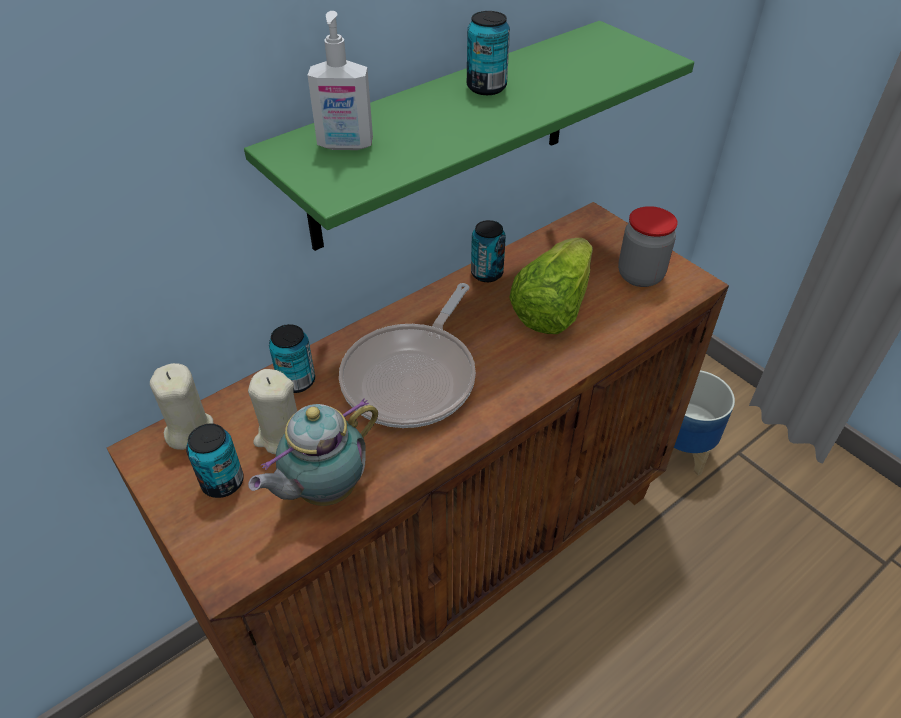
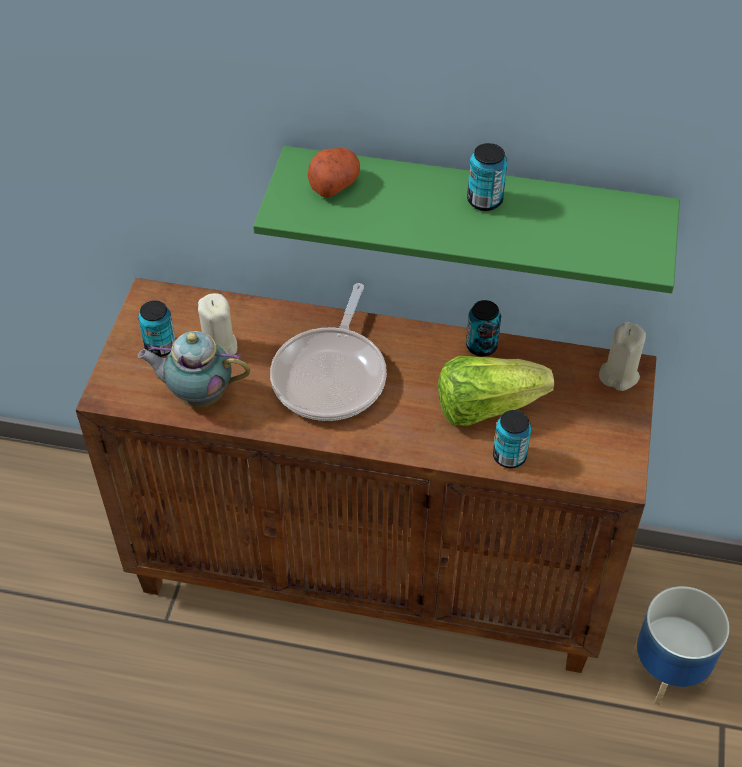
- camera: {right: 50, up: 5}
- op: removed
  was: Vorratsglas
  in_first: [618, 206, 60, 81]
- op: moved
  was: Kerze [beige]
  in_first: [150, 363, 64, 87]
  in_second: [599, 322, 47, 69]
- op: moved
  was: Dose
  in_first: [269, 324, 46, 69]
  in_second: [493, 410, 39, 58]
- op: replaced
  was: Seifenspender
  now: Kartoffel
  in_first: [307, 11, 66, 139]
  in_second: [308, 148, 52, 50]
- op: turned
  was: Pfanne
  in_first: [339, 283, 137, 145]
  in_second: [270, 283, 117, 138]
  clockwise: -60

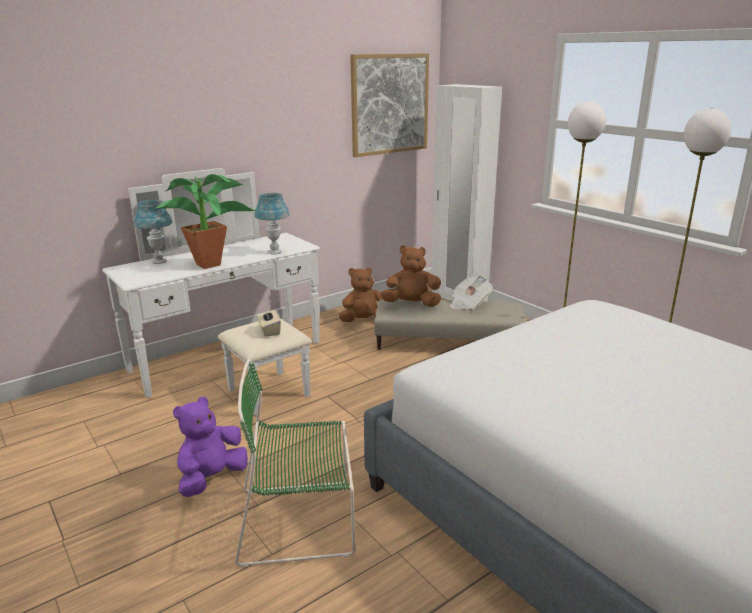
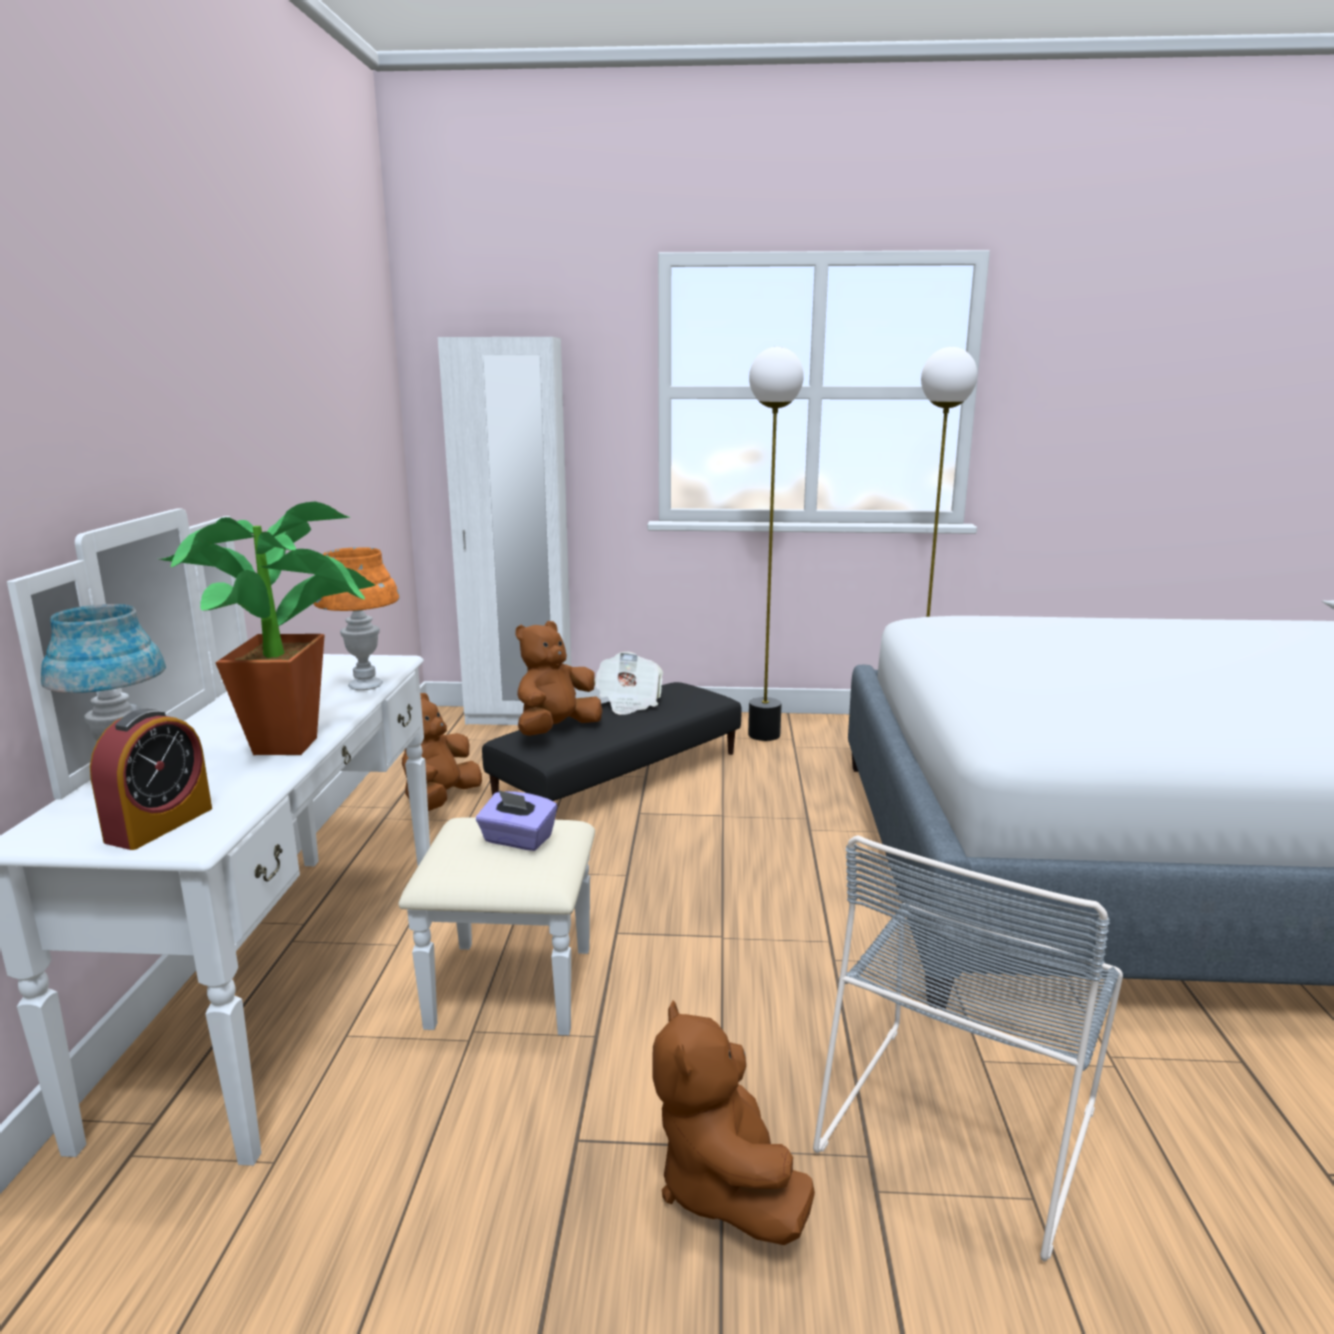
- camera: {right: -50, up: -5}
- op: removed
  was: Bild
  in_first: [350, 53, 79, 104]
- op: added
  now: Wecker
  in_second: [90, 709, 122, 141]
- op: recoloured
  was: Plüschtier [lila]
  now: Plüschtier [braun]
  in_first: [173, 397, 75, 100]
  in_second: [652, 1001, 163, 244]
- op: recoloured
  was: Stuhl [grün]
  now: Stuhl [grau]
  in_first: [235, 359, 120, 208]
  in_second: [813, 835, 310, 427]
- op: recoloured
  was: Tischlampe [blau]
  now: Tischlampe [orange]
  in_first: [254, 193, 36, 61]
  in_second: [313, 547, 87, 143]
- op: recoloured
  was: Taschentuchbox [beige]
  now: Taschentuchbox [lila]
  in_first: [257, 308, 24, 29]
  in_second: [476, 790, 81, 61]
- op: recoloured
  was: Polsterhocker [beige]
  now: Polsterhocker [schwarz]
  in_first: [374, 299, 153, 51]
  in_second: [482, 682, 260, 119]

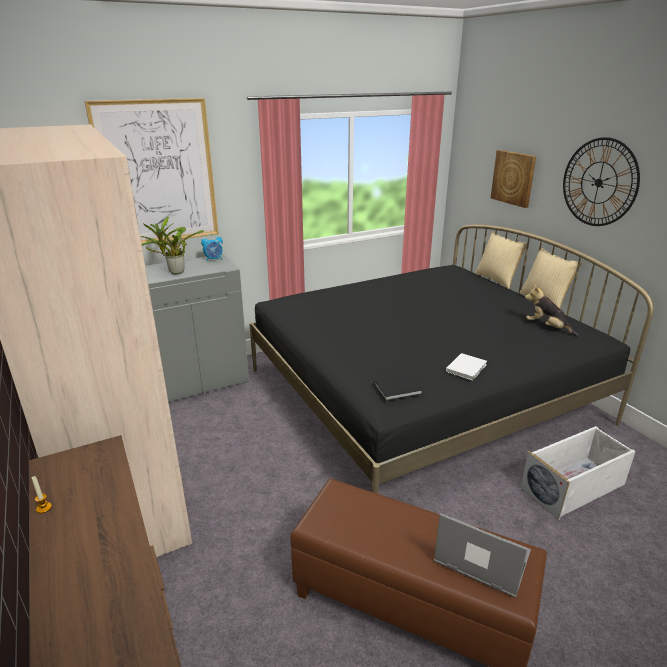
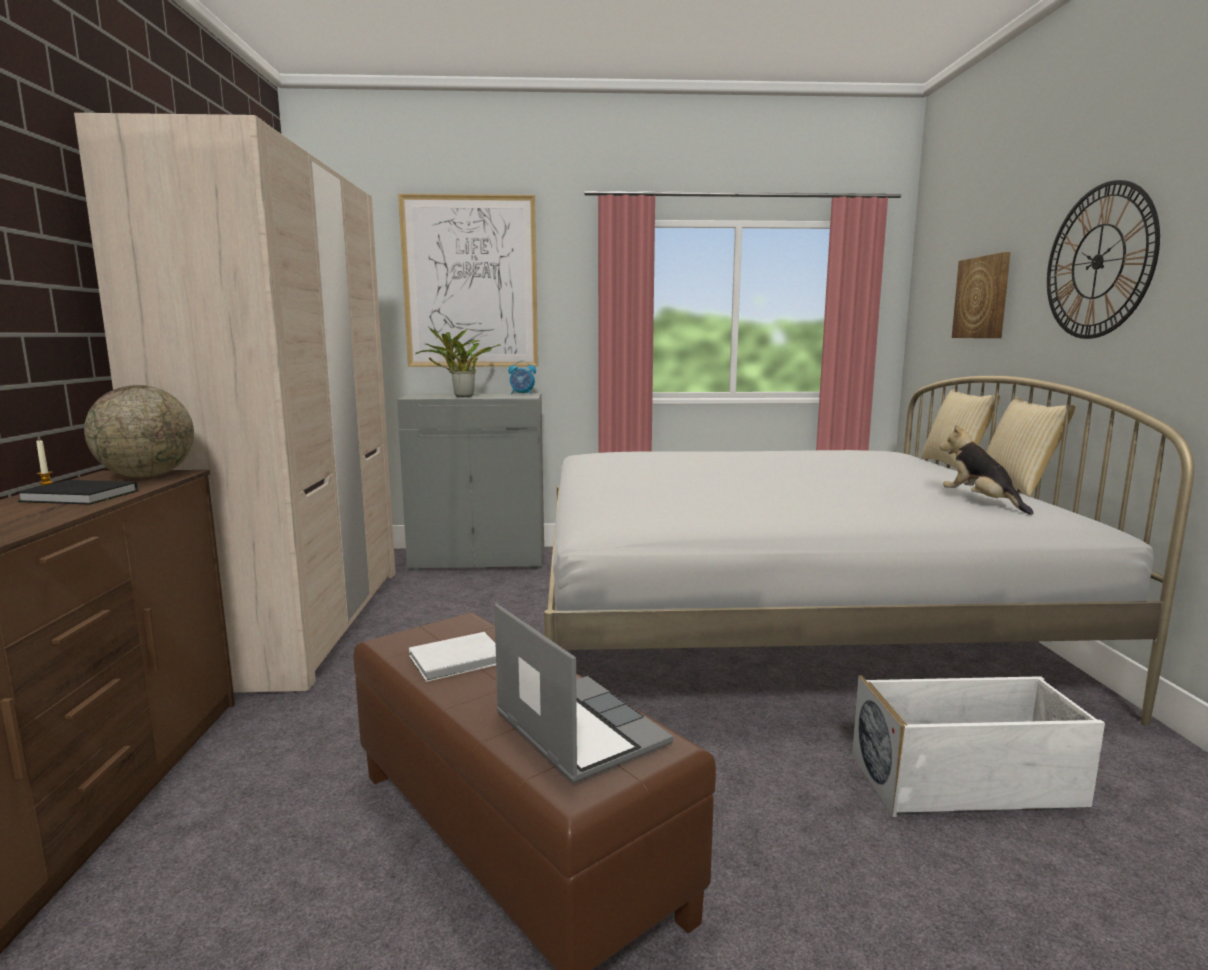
- camera: {right: 25, up: -15}
- op: added
  now: Globus
  in_second: [84, 385, 110, 93]
- op: moved
  was: Buch [schwarz]
  in_first: [374, 375, 49, 26]
  in_second: [16, 480, 122, 25]
- op: moved
  was: Buch [weiß]
  in_first: [446, 353, 41, 28]
  in_second: [409, 632, 87, 50]
- op: recoloured
  was: Bett [schwarz]
  now: Bett [weiß]
  in_first: [249, 224, 405, 270]
  in_second: [544, 376, 650, 350]

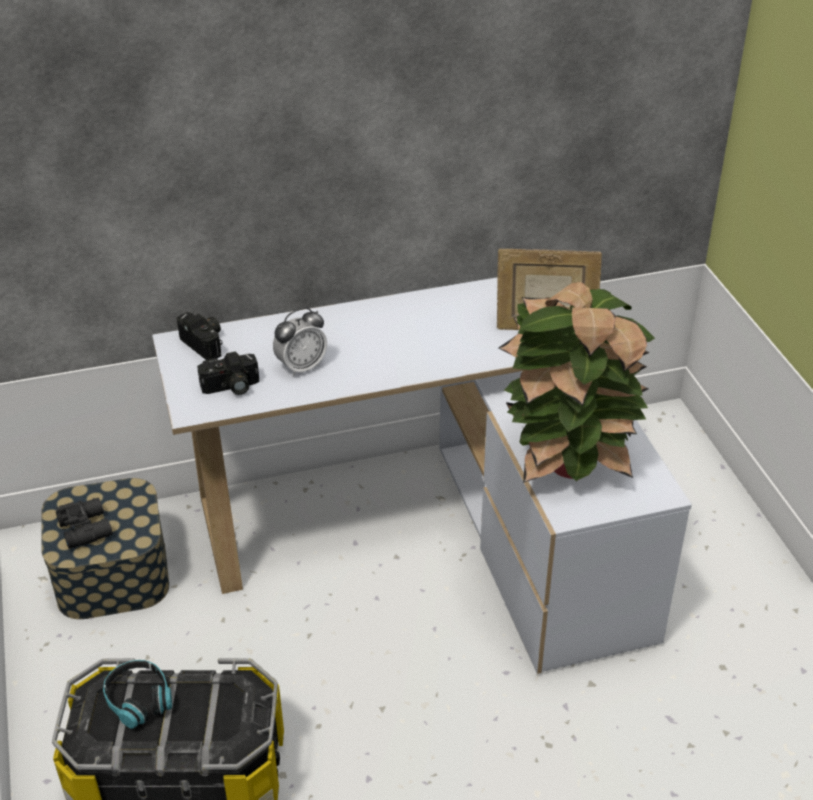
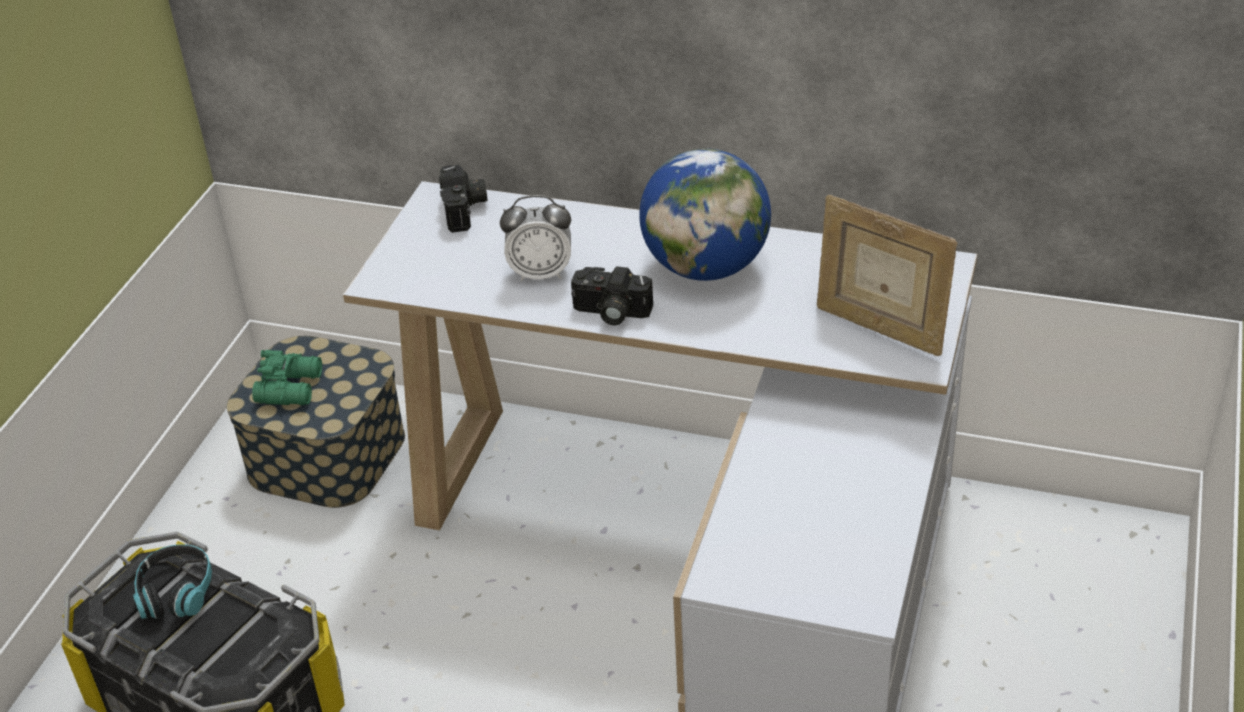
- camera: {right: 35, up: 0}
- op: removed
  was: Topfpflanze
  in_first: [499, 282, 156, 201]
- op: added
  now: Globus
  in_second: [639, 149, 132, 132]
- op: moved
  was: Kamera
  in_first: [197, 352, 62, 43]
  in_second: [571, 266, 82, 59]
- op: recoloured
  was: Fernglas [schwarz]
  now: Fernglas [grün]
  in_first: [56, 498, 57, 51]
  in_second: [252, 350, 70, 55]

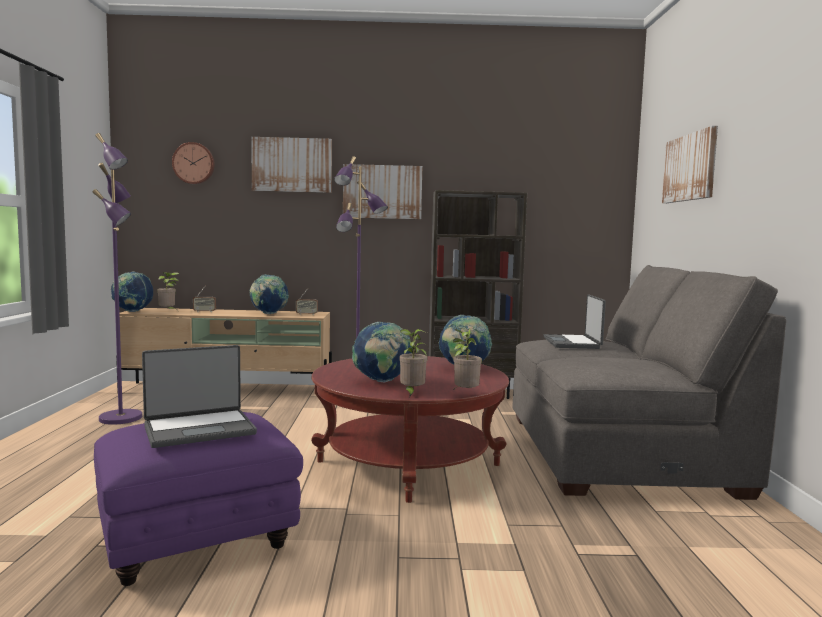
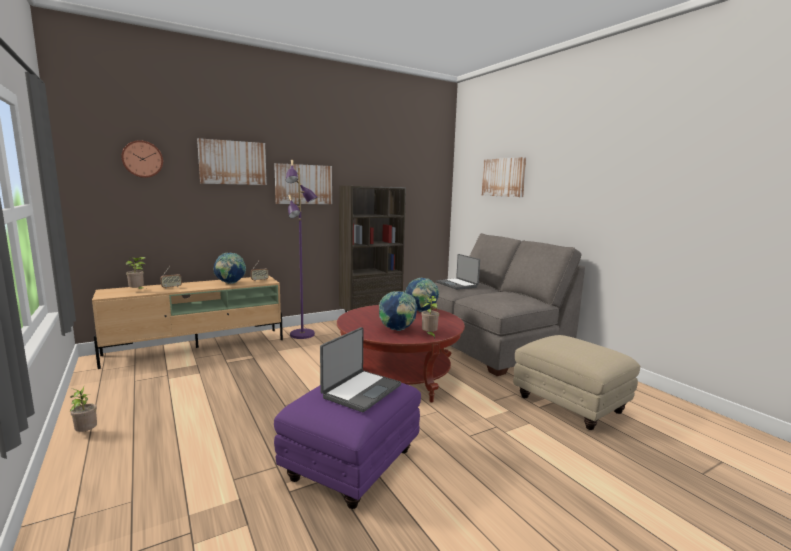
- camera: {right: -30, up: 5}
- op: removed
  was: Stehlampe [lila]
  in_first: [93, 133, 49, 292]
- op: removed
  was: Globus
  in_first: [111, 271, 42, 41]
- op: added
  now: Polsterhocker [beige]
  in_second: [513, 335, 127, 95]
- op: moved
  was: Topfpflanze
  in_first: [453, 329, 29, 62]
  in_second: [70, 387, 27, 45]

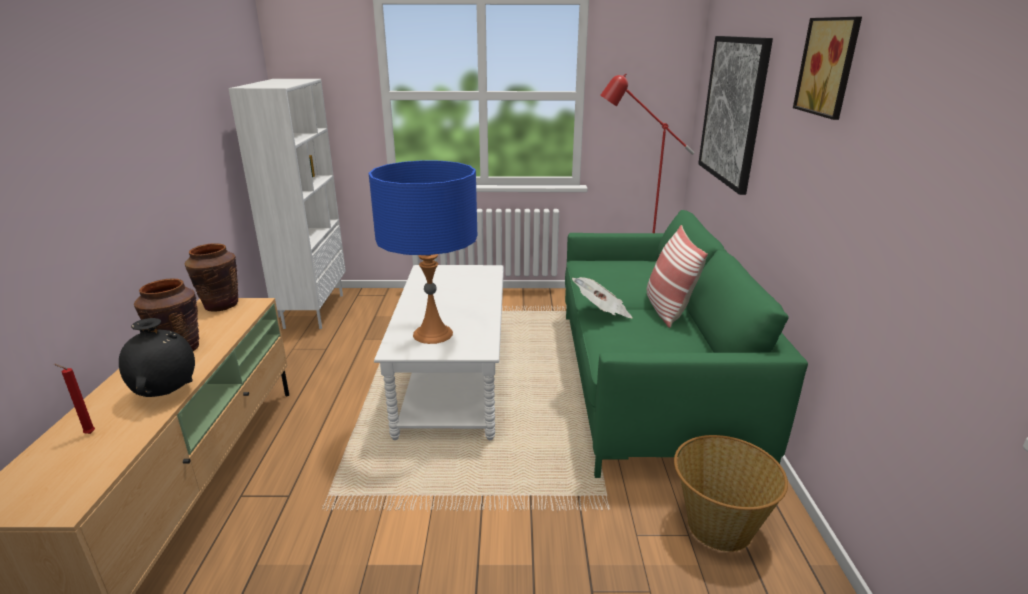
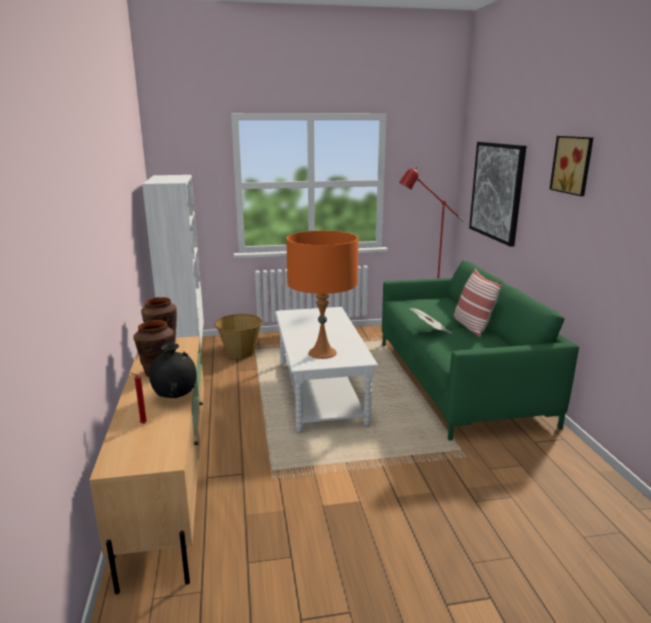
- camera: {right: -10, up: -5}
- op: moved
  was: Korb
  in_first: [674, 435, 114, 117]
  in_second: [215, 314, 47, 45]
- op: recoloured
  was: Tischlampe [blau]
  now: Tischlampe [orange]
  in_first: [369, 160, 108, 184]
  in_second: [286, 231, 73, 128]

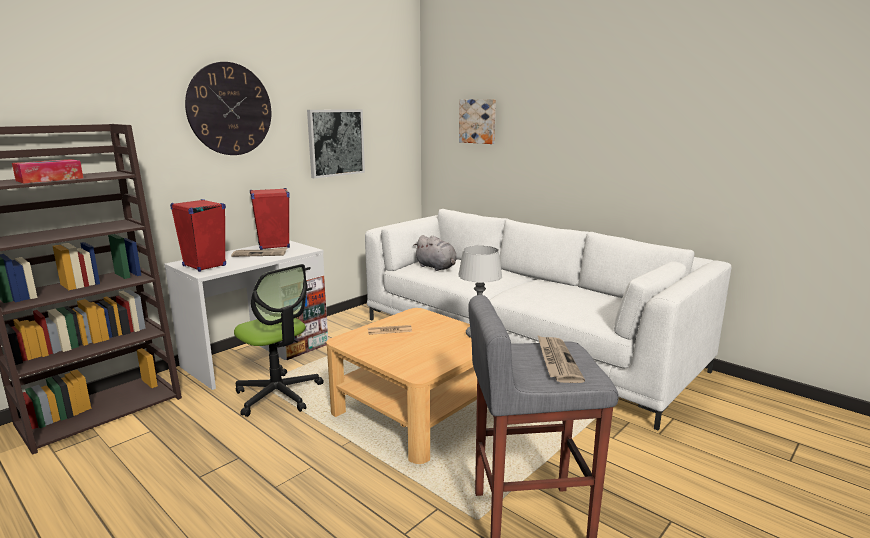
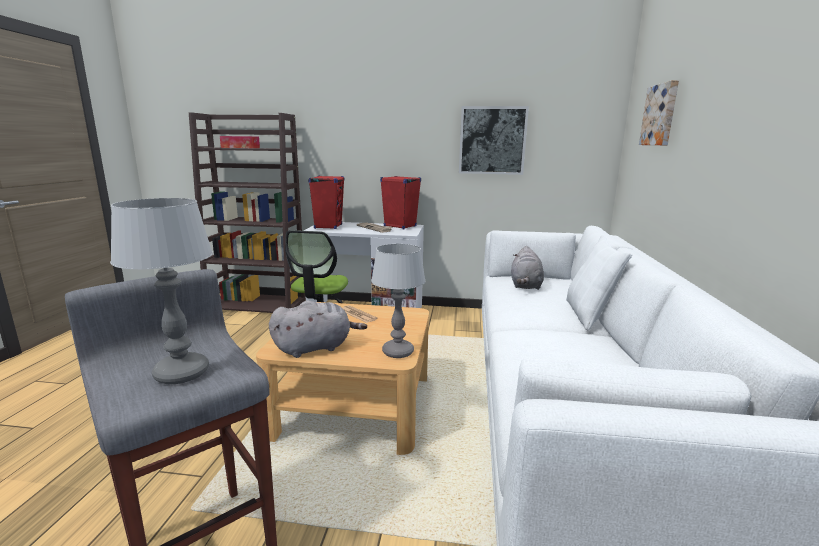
- camera: {right: 55, up: 0}
- op: removed
  was: Wanduhr
  in_first: [185, 62, 86, 93]
- op: added
  now: Plüschtier [grau]
  in_second: [269, 301, 98, 57]
- op: added
  now: Kissen [weiß]
  in_second: [566, 235, 66, 95]
- op: replaced
  was: Zeitung
  now: Tischlampe
  in_first: [538, 336, 47, 47]
  in_second: [110, 198, 103, 186]

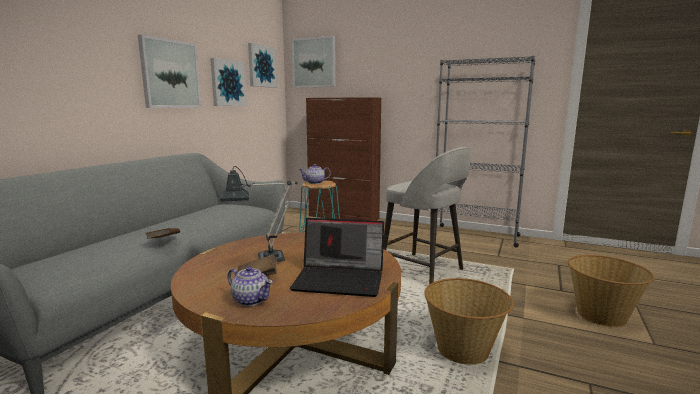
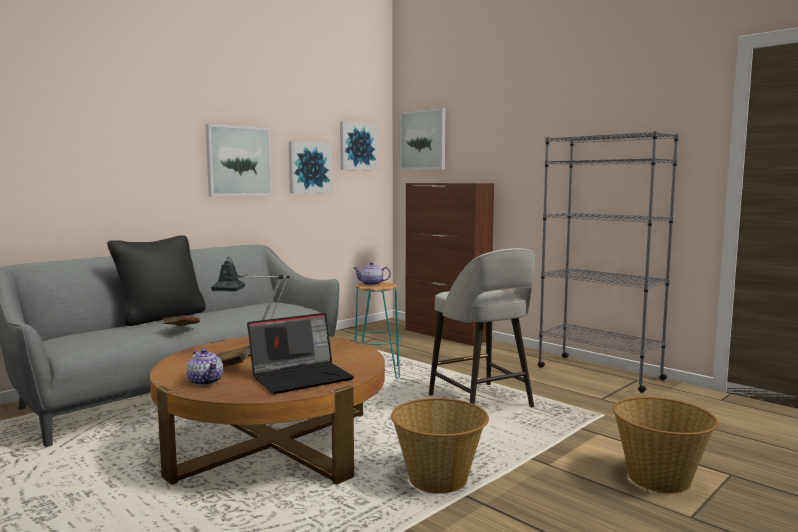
- camera: {right: 20, up: -5}
- op: added
  now: Kissen [schwarz]
  in_second: [107, 235, 99, 91]
- op: turned
  was: Laptop
  in_first: [290, 218, 94, 79]
  in_second: [247, 313, 107, 81]
  clockwise: -60

